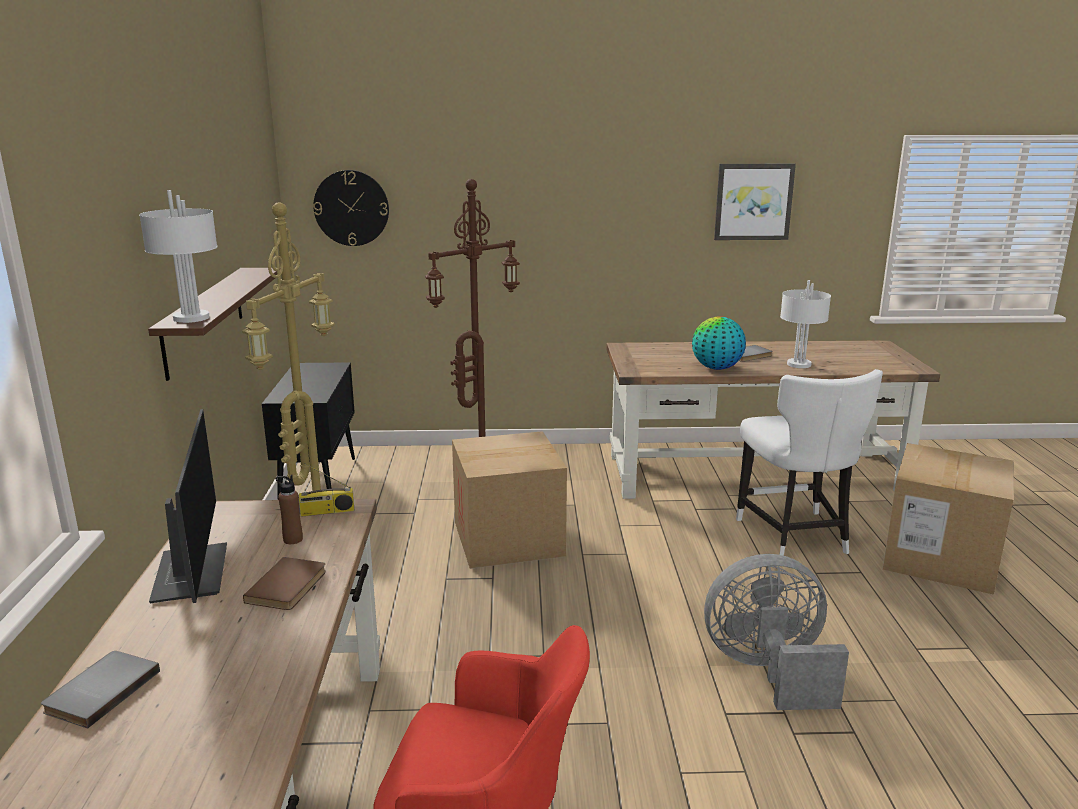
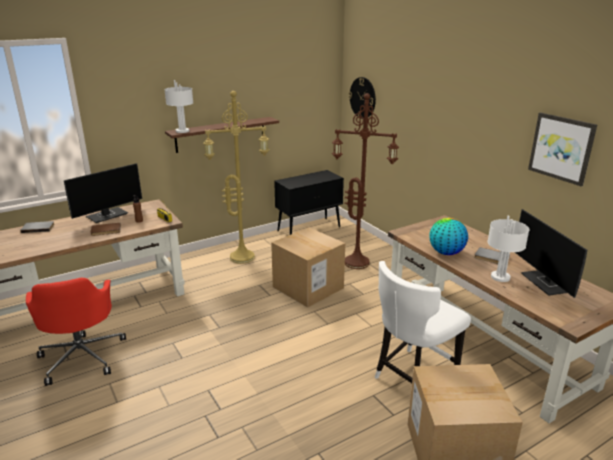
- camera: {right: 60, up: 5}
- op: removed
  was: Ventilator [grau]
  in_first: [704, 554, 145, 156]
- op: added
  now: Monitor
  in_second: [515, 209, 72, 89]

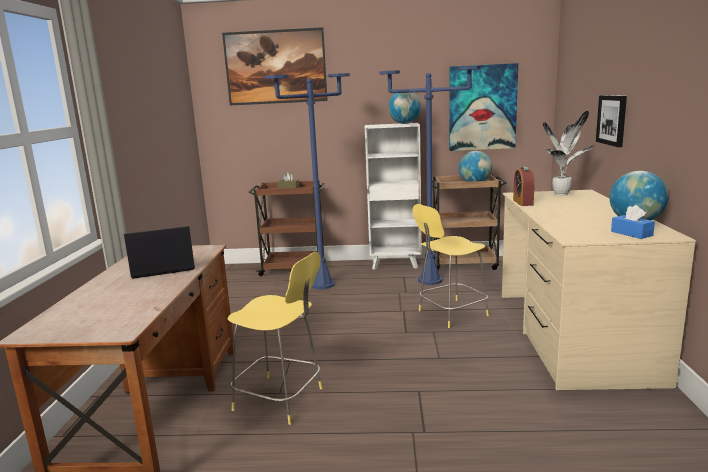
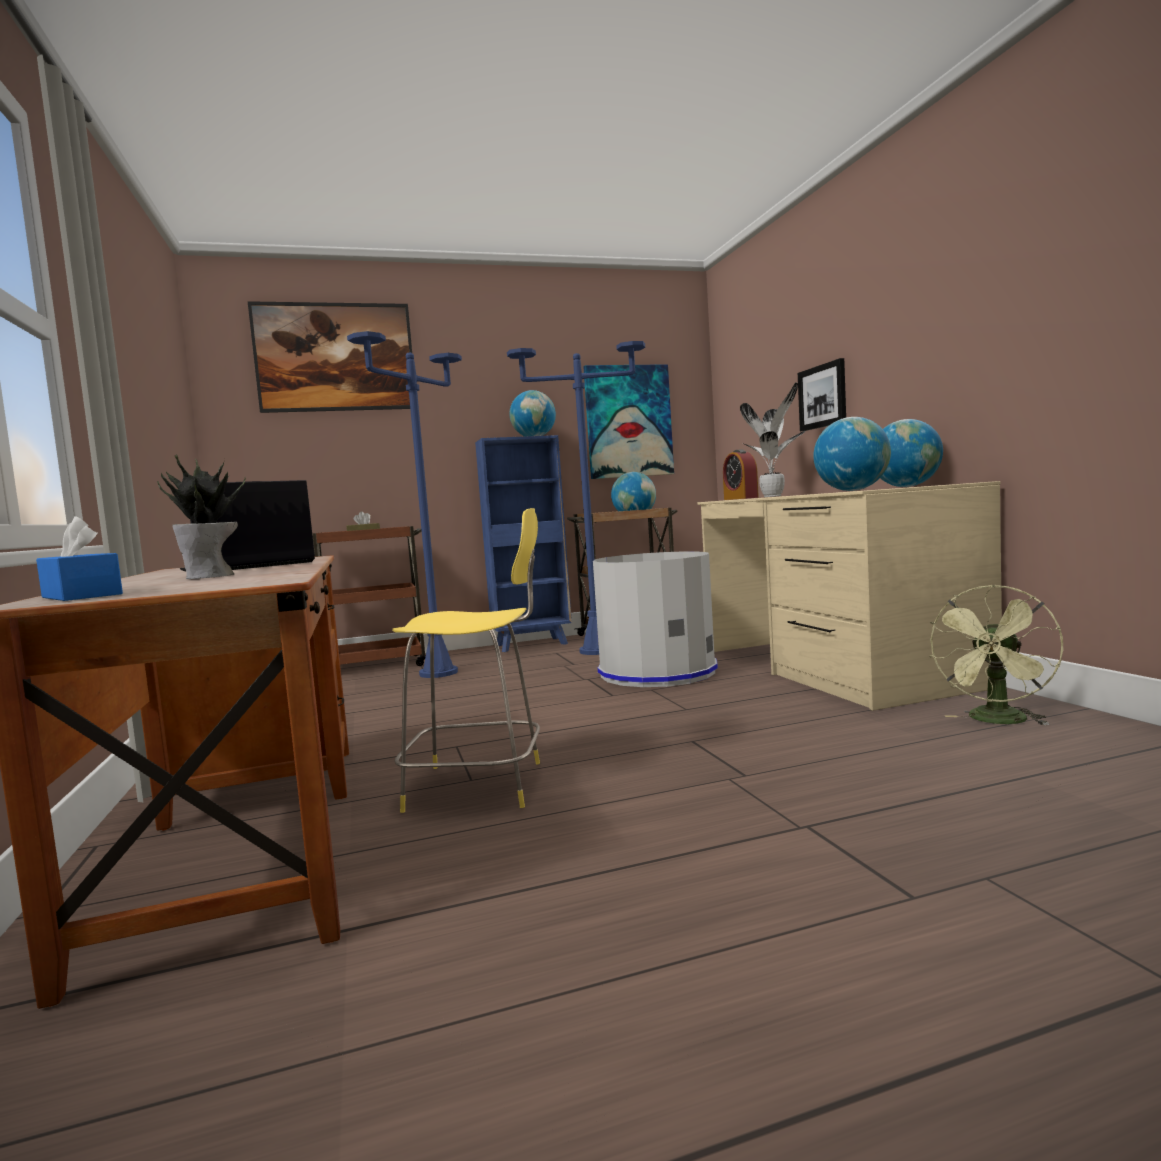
- camera: {right: -20, up: -10}
- op: added
  now: Topfpflanze
  in_second: [157, 455, 89, 124]
- op: added
  now: Globus
  in_second: [813, 417, 78, 74]
- op: added
  now: Ventilator [grün]
  in_second: [929, 585, 134, 140]
- op: moved
  was: Taschentuchbox [blau]
  in_first: [611, 205, 44, 34]
  in_second: [36, 516, 87, 85]
- op: replaced
  was: Hocker [gelb]
  now: Mülleimer [grau]
  in_first: [413, 204, 76, 124]
  in_second: [593, 551, 125, 136]
- op: recoloured
  was: Bücherregal [weiß]
  now: Bücherregal [blau]
  in_first: [365, 123, 57, 147]
  in_second: [475, 435, 97, 217]

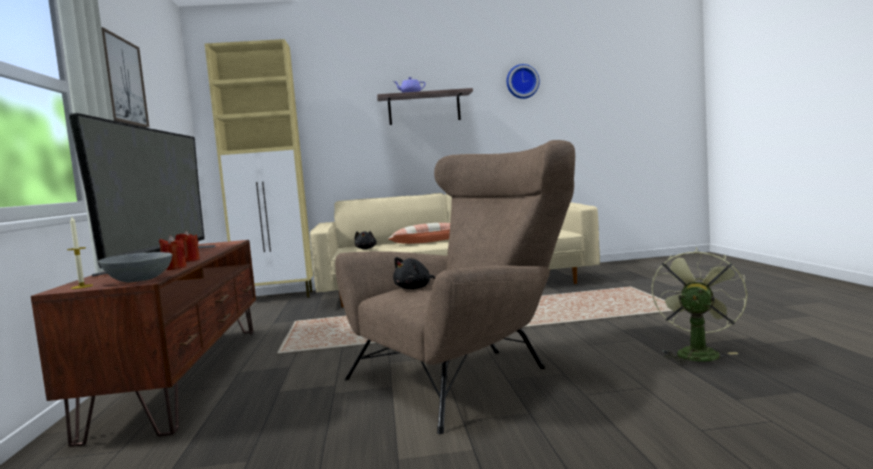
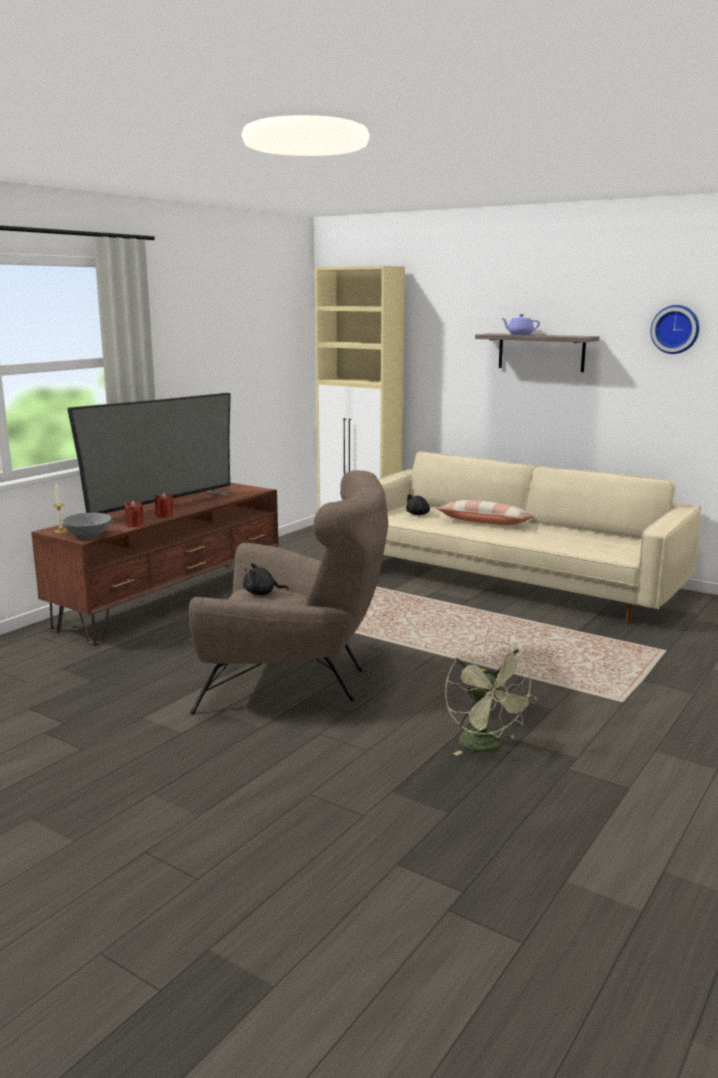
- camera: {right: 40, up: 10}
- op: removed
  was: Bild
  in_first: [101, 27, 48, 101]
- op: turned
  was: Ventilator [grün]
  in_first: [652, 247, 96, 118]
  in_second: [445, 640, 92, 115]
  clockwise: 90

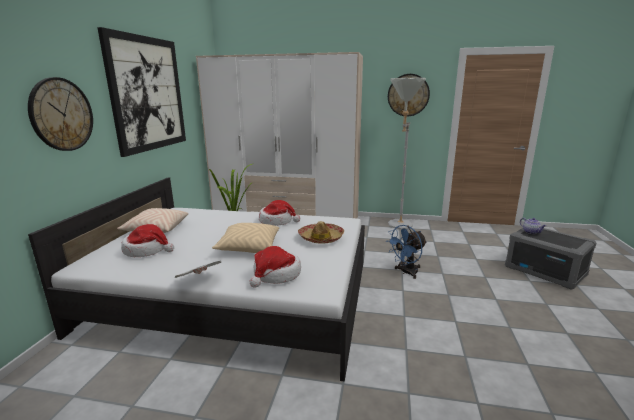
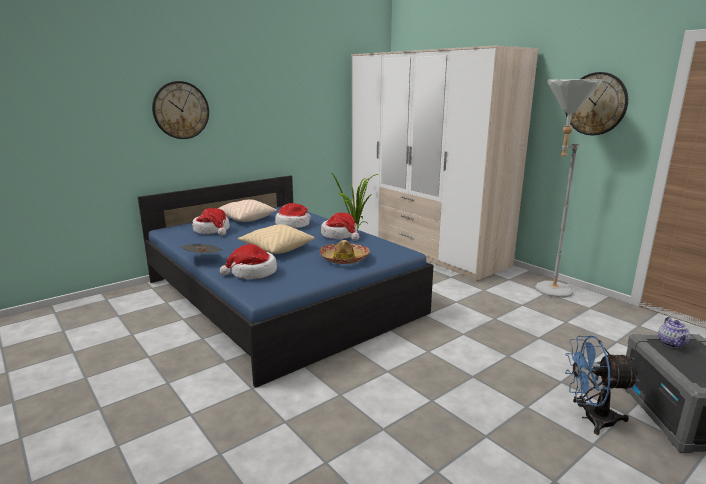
- camera: {right: 40, up: 0}
- op: removed
  was: Bild
  in_first: [97, 27, 89, 130]
- op: added
  now: Hut
  in_second: [275, 203, 36, 25]
- op: moved
  was: Ventilator [blau]
  in_first: [387, 225, 40, 54]
  in_second: [565, 336, 74, 99]
- op: recoloured
  was: Bett [weiß]
  now: Bett [blau]
  in_first: [28, 177, 337, 205]
  in_second: [138, 175, 296, 213]

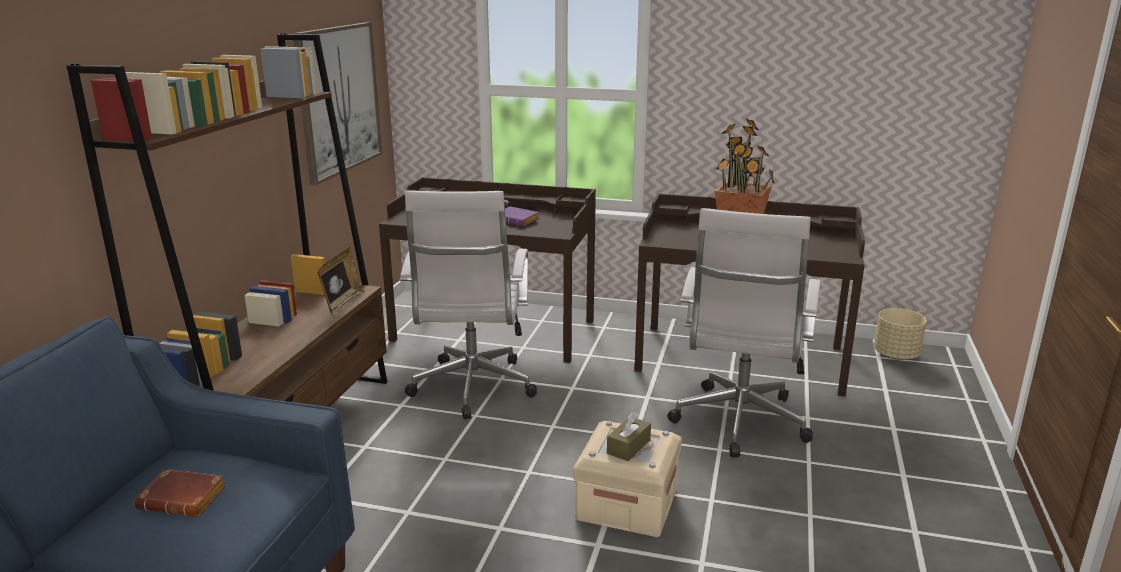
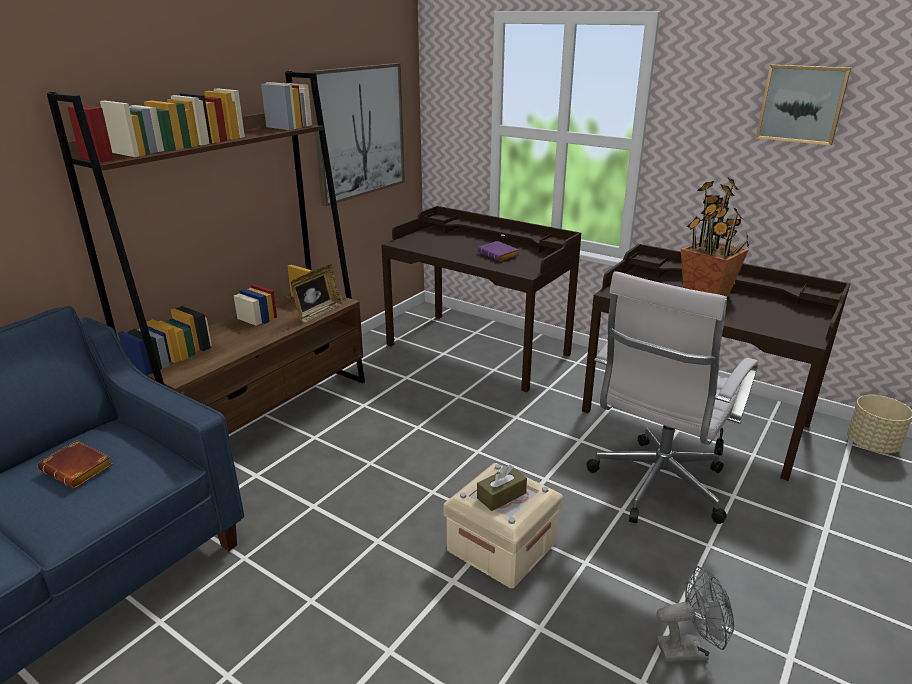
- camera: {right: 20, up: 5}
- op: removed
  was: Bürostuhl [weiß]
  in_first: [400, 190, 137, 229]
- op: added
  now: Ventilator [grau]
  in_second: [657, 566, 77, 96]
- op: added
  now: Bild
  in_second: [756, 65, 95, 80]

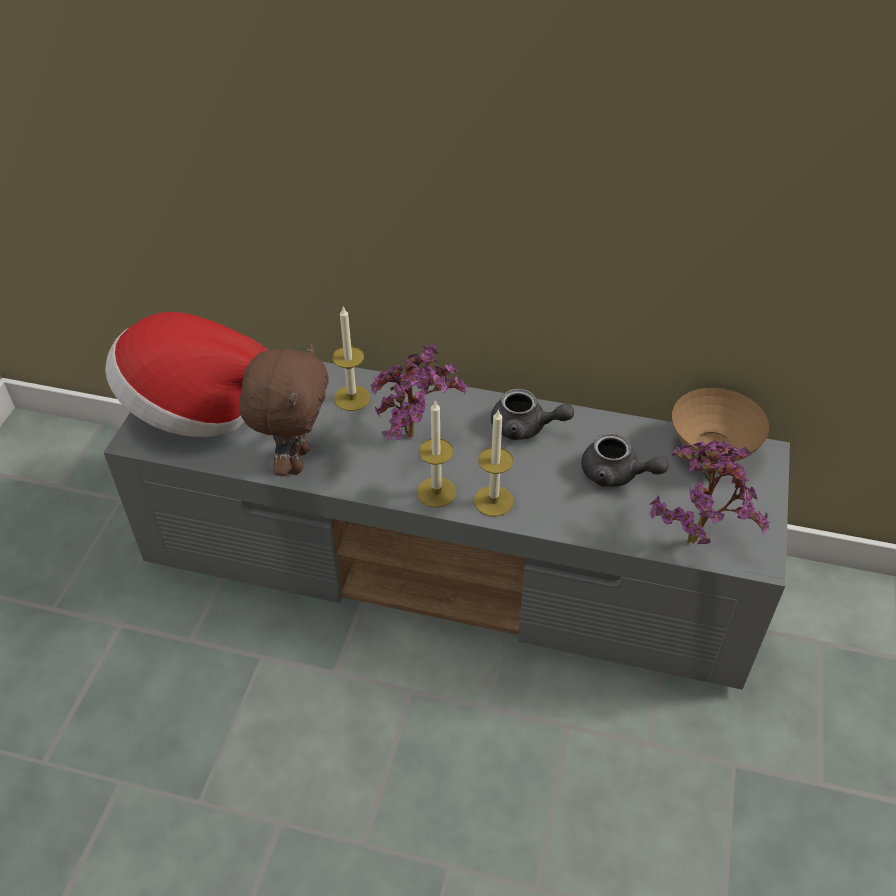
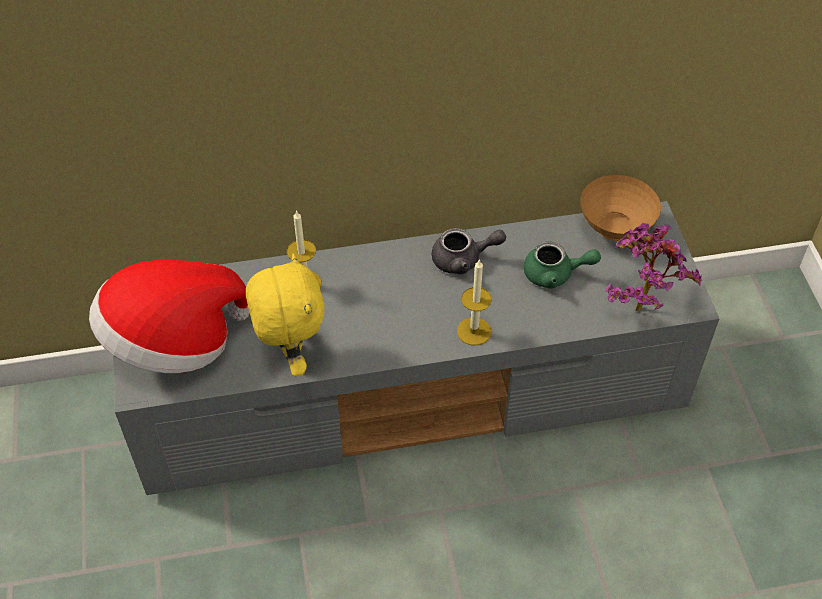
- camera: {right: -25, up: 5}
- op: removed
  was: Topfpflanze
  in_first: [371, 344, 96, 96]
- op: removed
  was: Kerze
  in_first: [417, 401, 39, 107]
- op: recoloured
  was: Plüschtier [braun]
  now: Plüschtier [gelb]
  in_first: [239, 343, 90, 133]
  in_second: [246, 254, 78, 122]
- op: recoloured
  was: Teekanne [grau]
  now: Teekanne [grün]
  in_first: [581, 433, 87, 54]
  in_second: [524, 242, 77, 47]

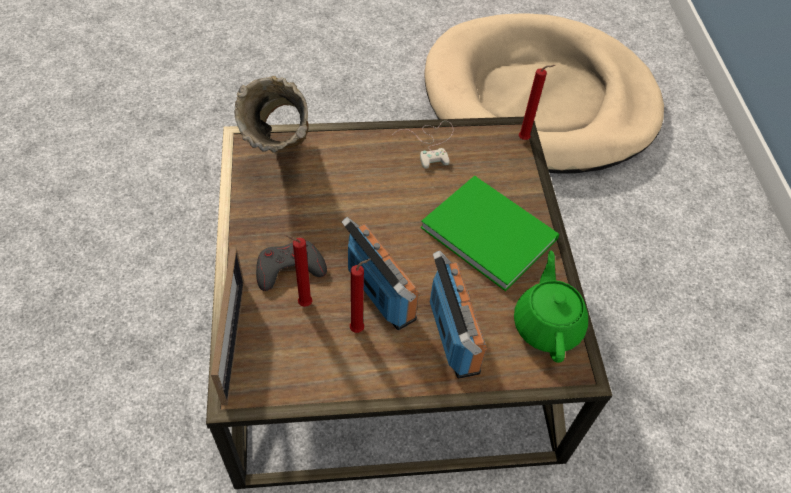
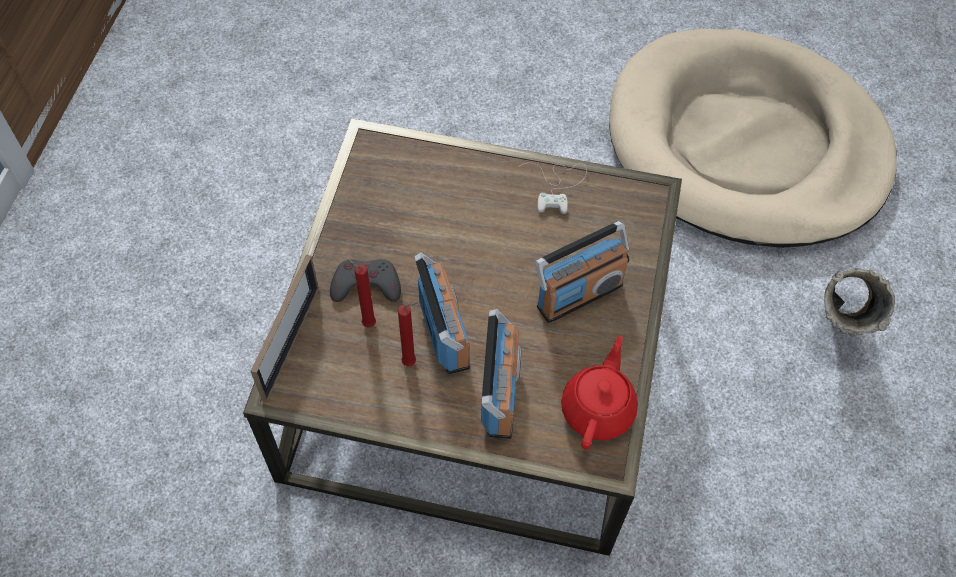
- camera: {right: 20, up: 5}
- op: removed
  was: Kerze [rot]
  in_first: [519, 65, 36, 75]
- op: moved
  was: Vase [beige]
  in_first: [234, 76, 74, 77]
  in_second: [824, 269, 71, 68]
- op: replaced
  was: Buch [grün]
  now: Radio
  in_first: [421, 176, 139, 115]
  in_second: [535, 221, 94, 102]
- op: recoloured
  was: Teekanne [grün]
  now: Teekanne [rot]
  in_first: [514, 251, 74, 112]
  in_second: [561, 335, 77, 114]

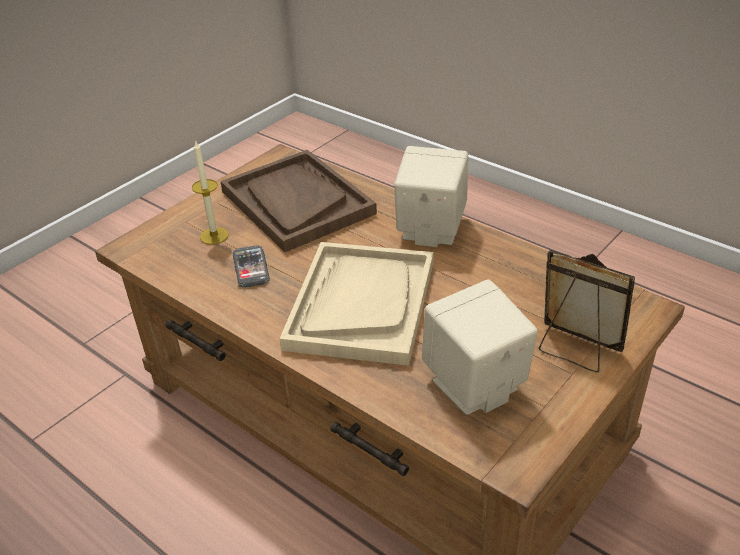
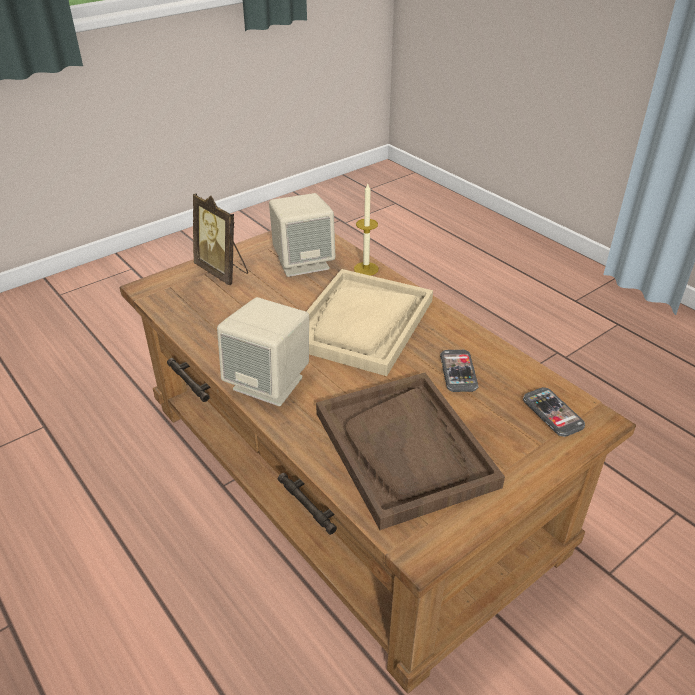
- camera: {right: -170, up: 0}
- op: added
  now: Handy
  in_second: [523, 387, 62, 50]
- op: moved
  was: Kerze
  in_first: [192, 140, 37, 105]
  in_second: [354, 184, 25, 92]

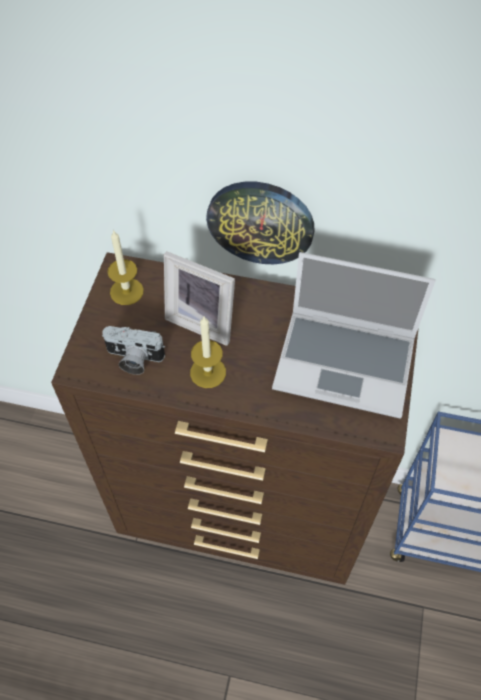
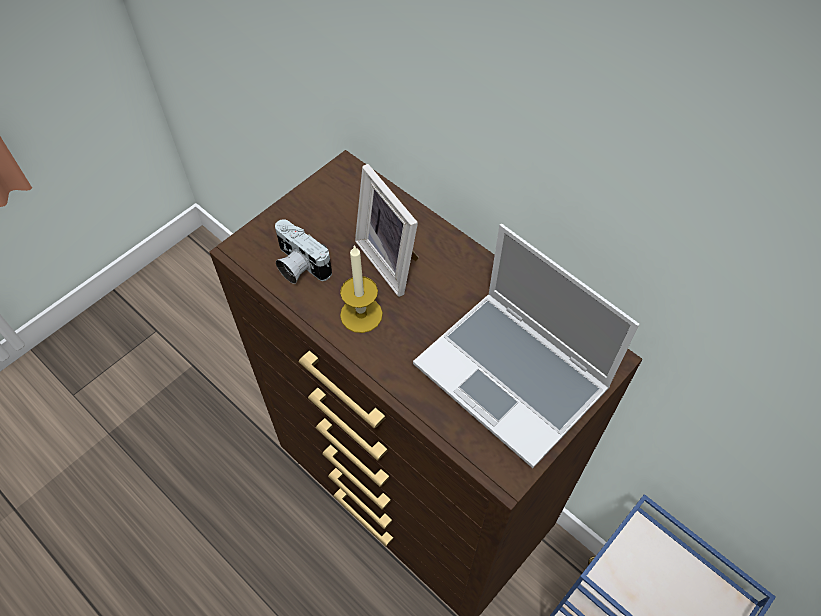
- camera: {right: 30, up: 0}
- op: removed
  was: Kerze
  in_first: [107, 230, 37, 75]
- op: removed
  was: Wanduhr
  in_first: [206, 182, 108, 82]

